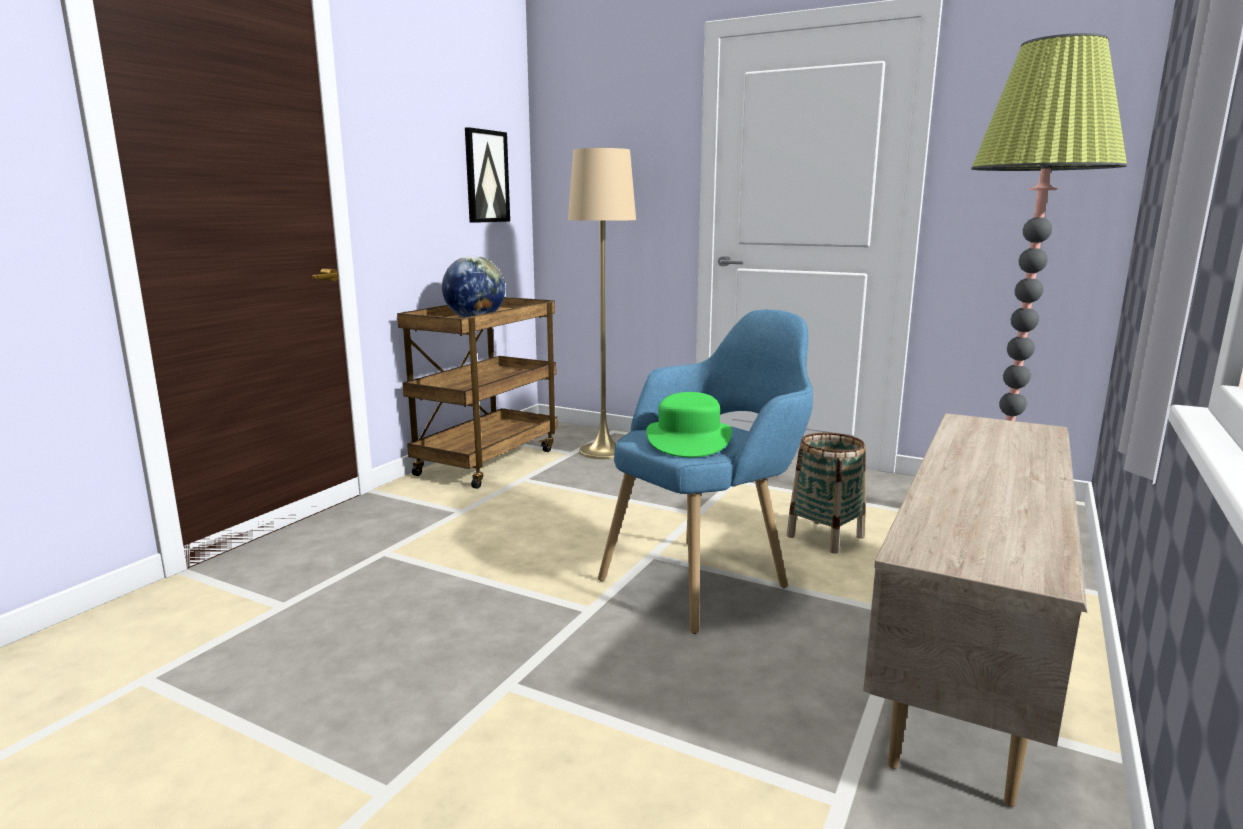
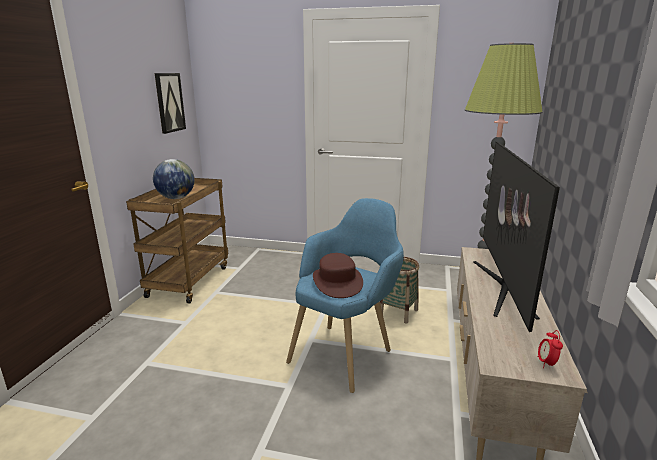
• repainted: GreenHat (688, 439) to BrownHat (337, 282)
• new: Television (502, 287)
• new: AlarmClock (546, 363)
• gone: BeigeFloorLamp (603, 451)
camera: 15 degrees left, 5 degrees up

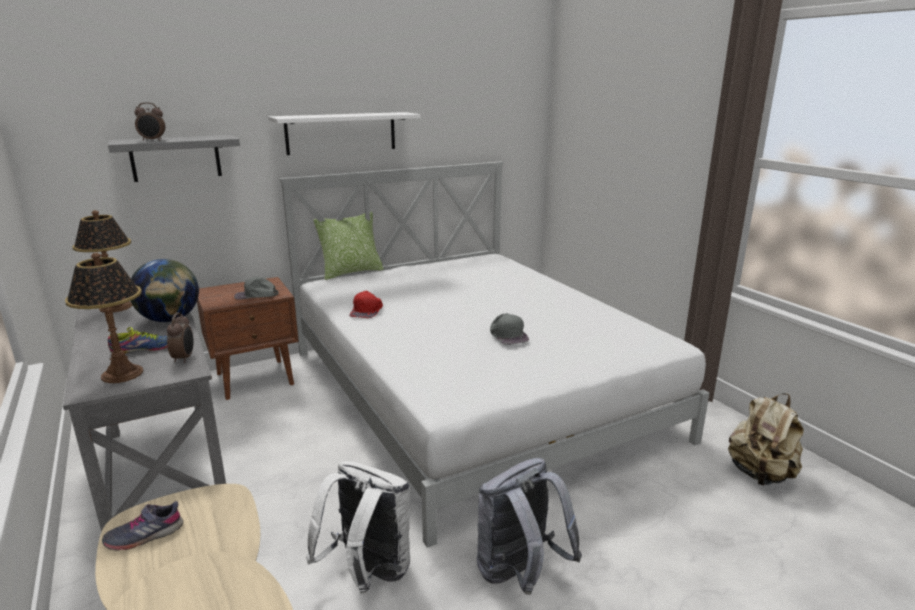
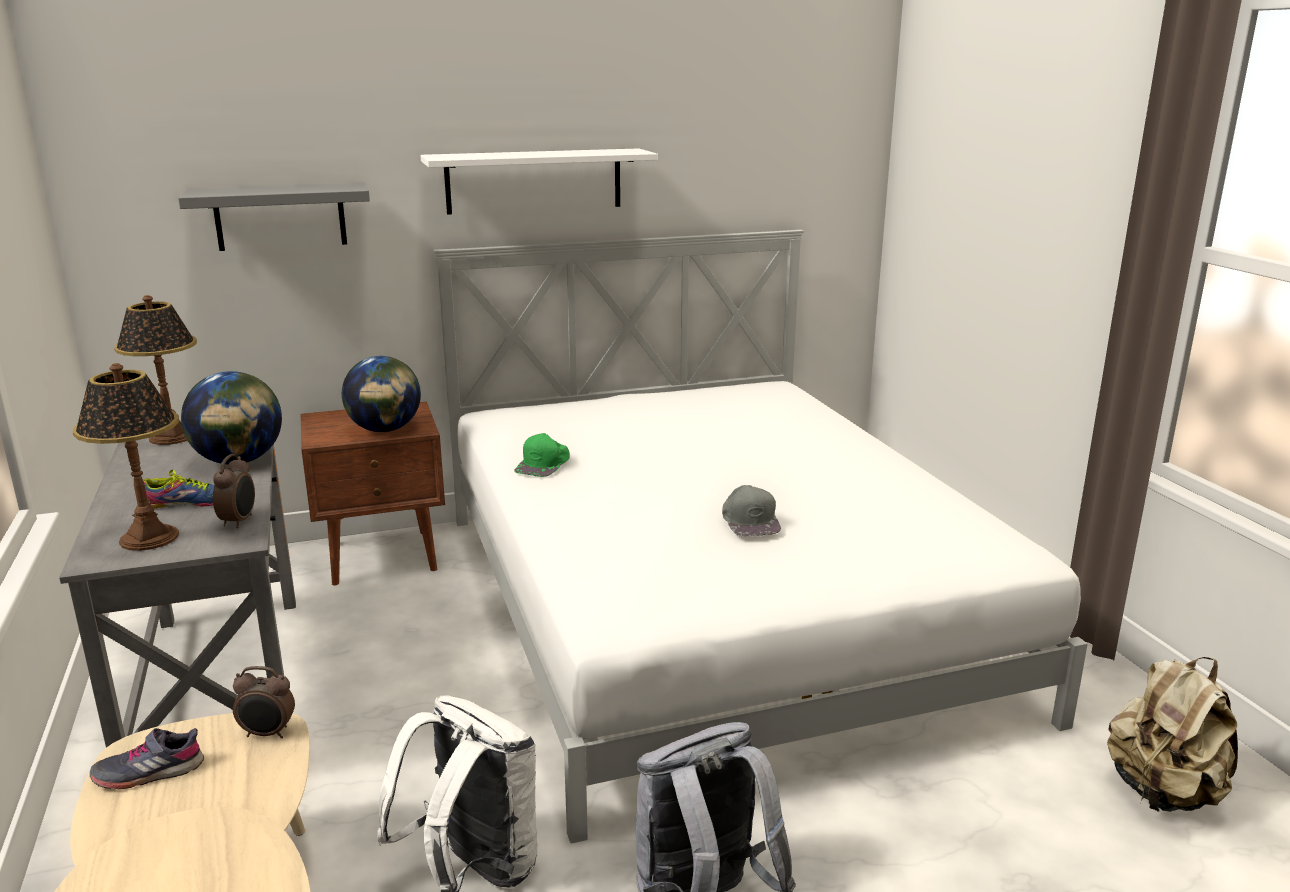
• shifted: AlarmClock (153, 140) to (268, 734)
• swapped: GreyCap (256, 295) to Globe (385, 430)
• repainted: RedCap (367, 310) to GreenCap (544, 464)
• gone: Pillow (351, 272)
camera: 10 degrees right, 0 degrees up

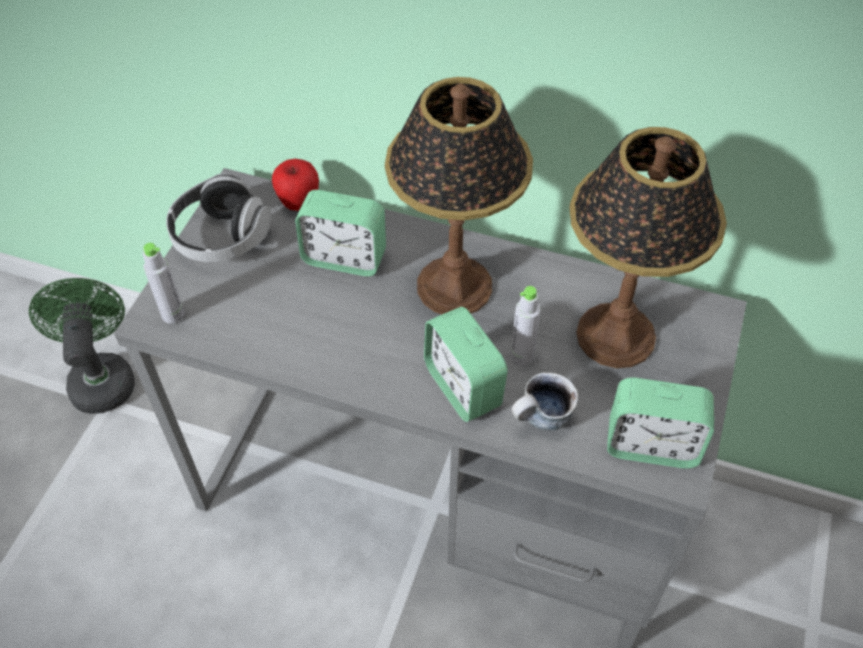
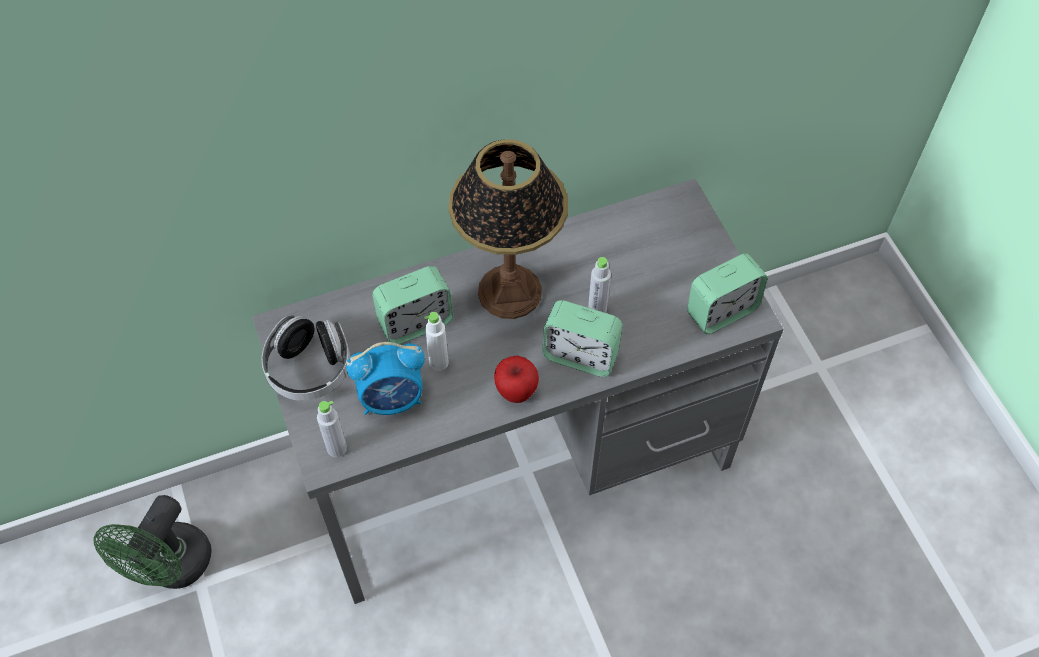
• rotated: GreenFan (101, 377) = (172, 568) 105 degrees counterclockwise
• new: AlarmClock (392, 399)
• new: WhiteBottle (439, 362)
• shifted: Apple (299, 203) to (516, 392)
• gone: Mug (541, 420)
• gone: TableLamp (615, 334)
camera: 40 degrees left, 5 degrees up

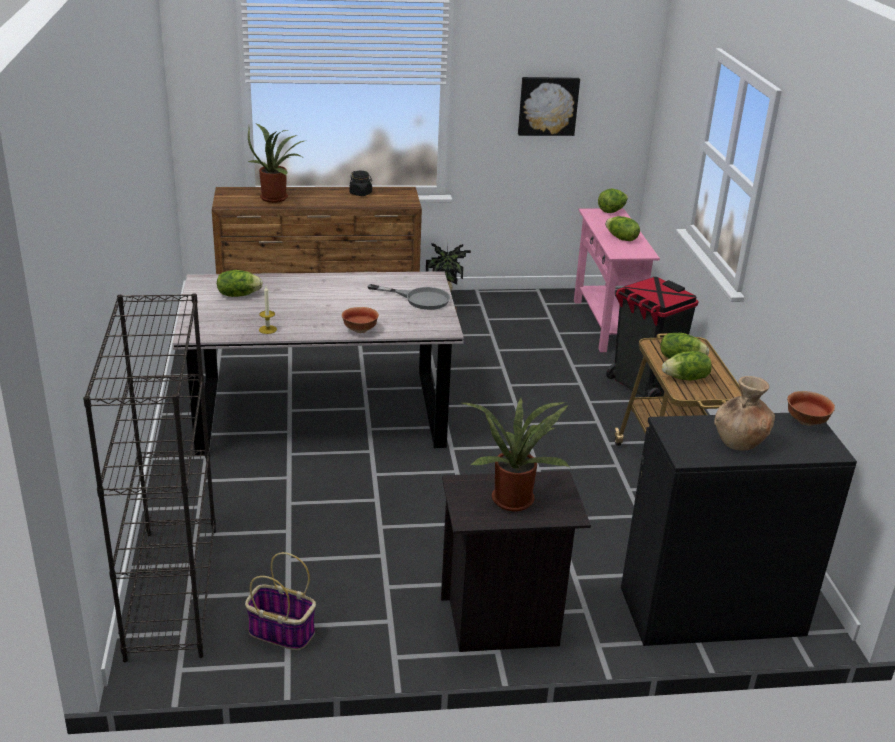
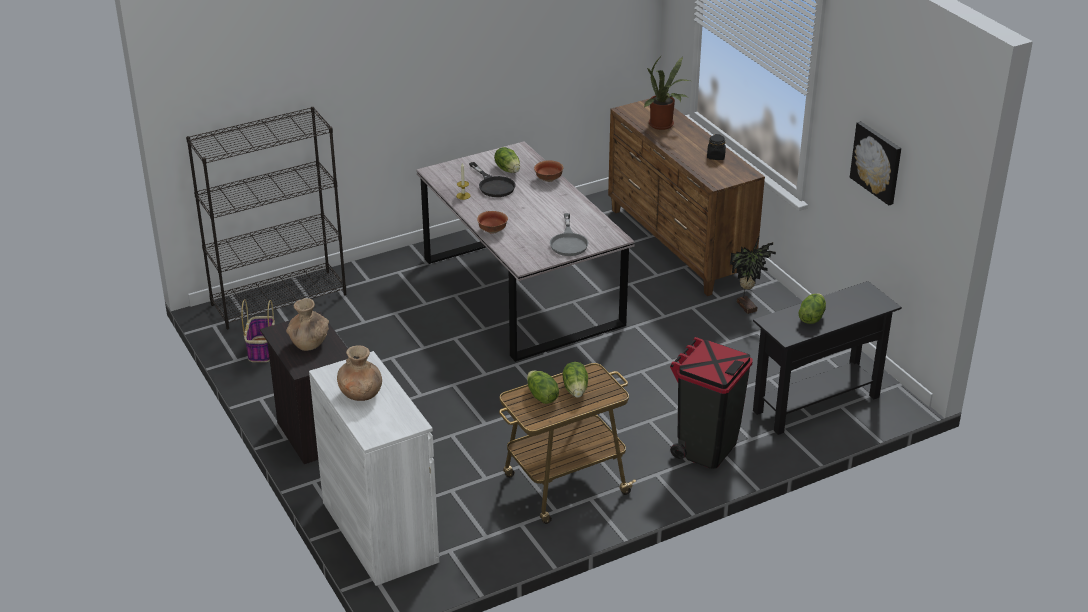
• swapped: PottedPlant (513, 497) to BrownVase (309, 343)
• repainted: BlackCabinet (711, 611) to WhiteCabinet (379, 532)
• new: BlackFryingPan (493, 185)
• shifted: Bowl (807, 421) to (548, 179)
• repainted: PinkConsoleTable (605, 325) to BlackConsoleTable (816, 404)
• gone: Lettuce (612, 211)
camera: 70 degrees right, 5 degrees up

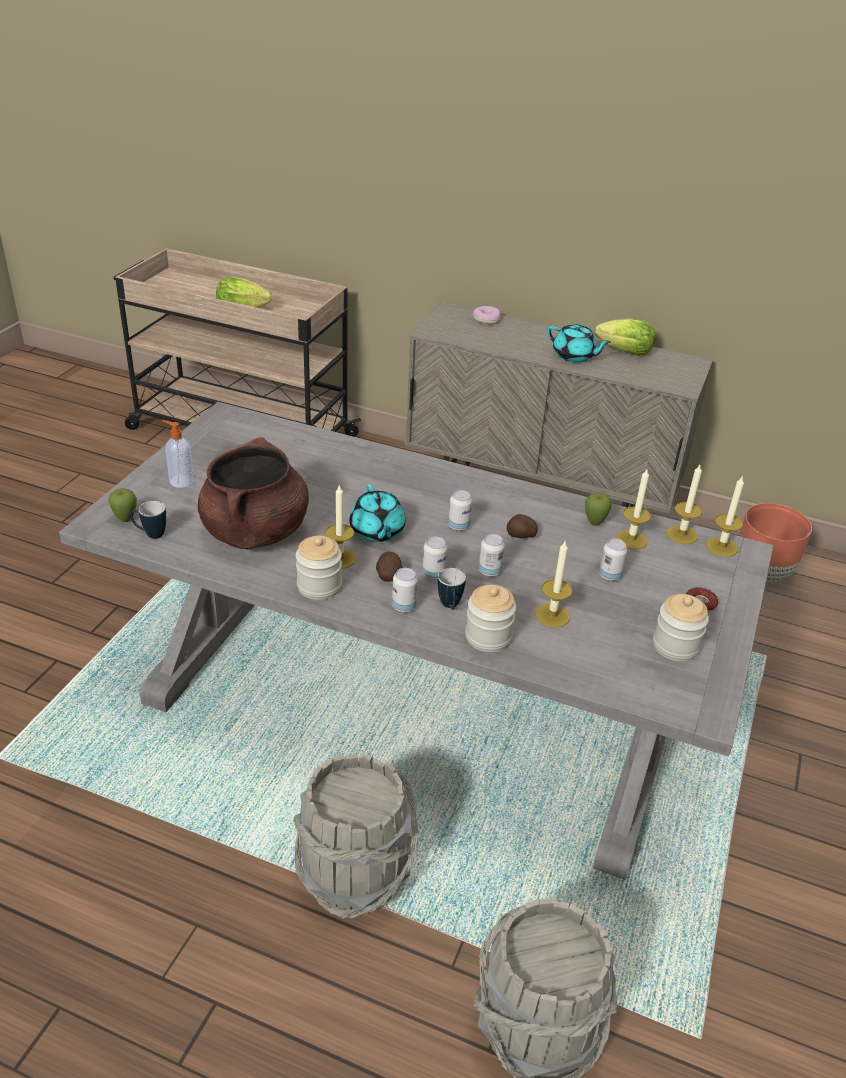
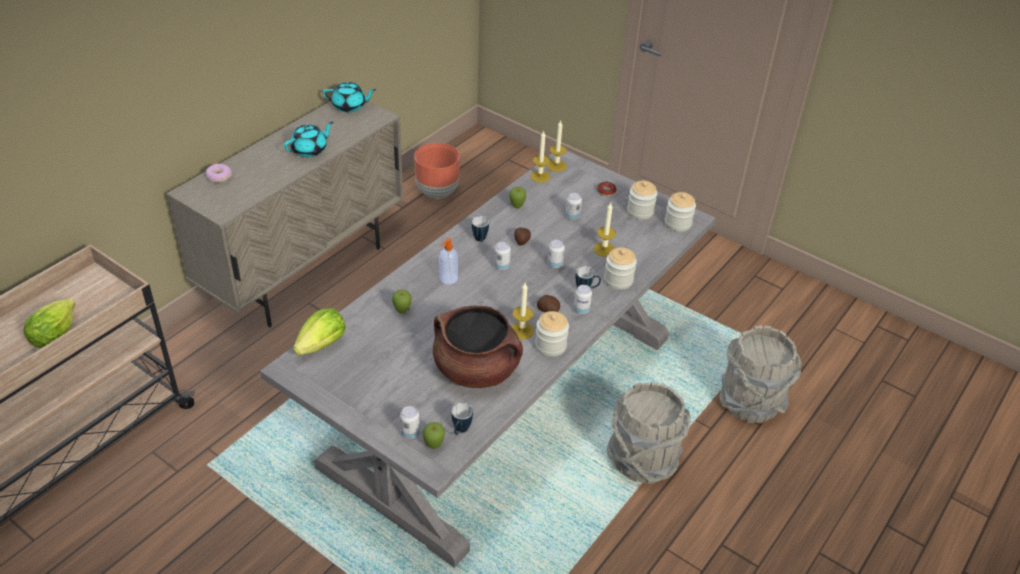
• shifted: Lettuce (625, 352) to (322, 345)
• shifted: TurquoiseTeapot (377, 531) to (349, 106)
• new: Apple (402, 311)
• shifted: Can (433, 574) to (410, 433)
• shifted: SoapDispenser (181, 481) to (448, 279)
• new: Mug (480, 240)
• new: Jar (677, 223)
• gone: Candle (631, 539)
camera: 75 degrees left, 5 degrees up

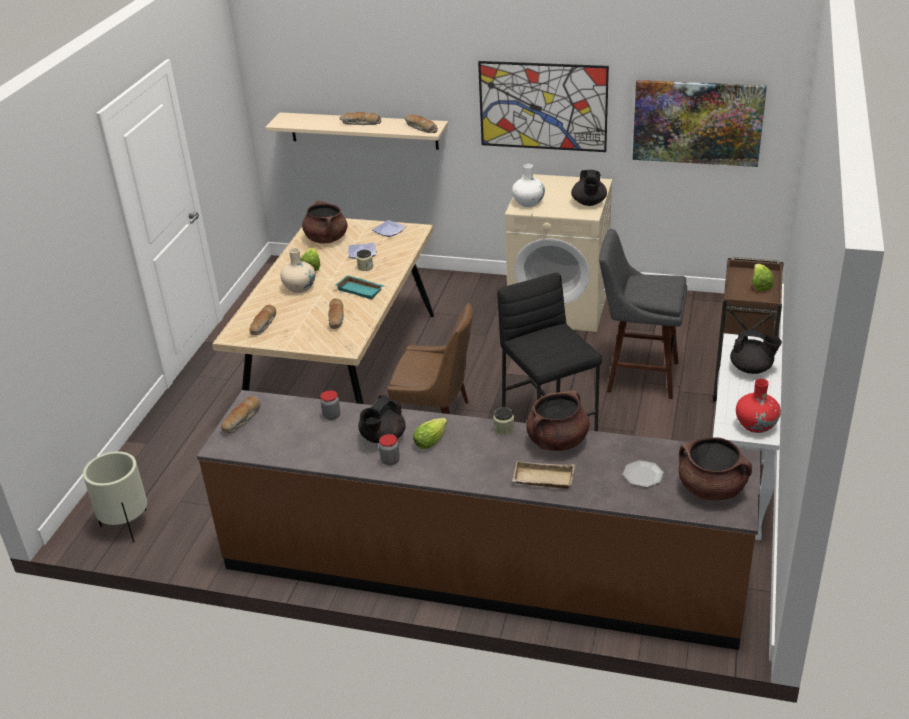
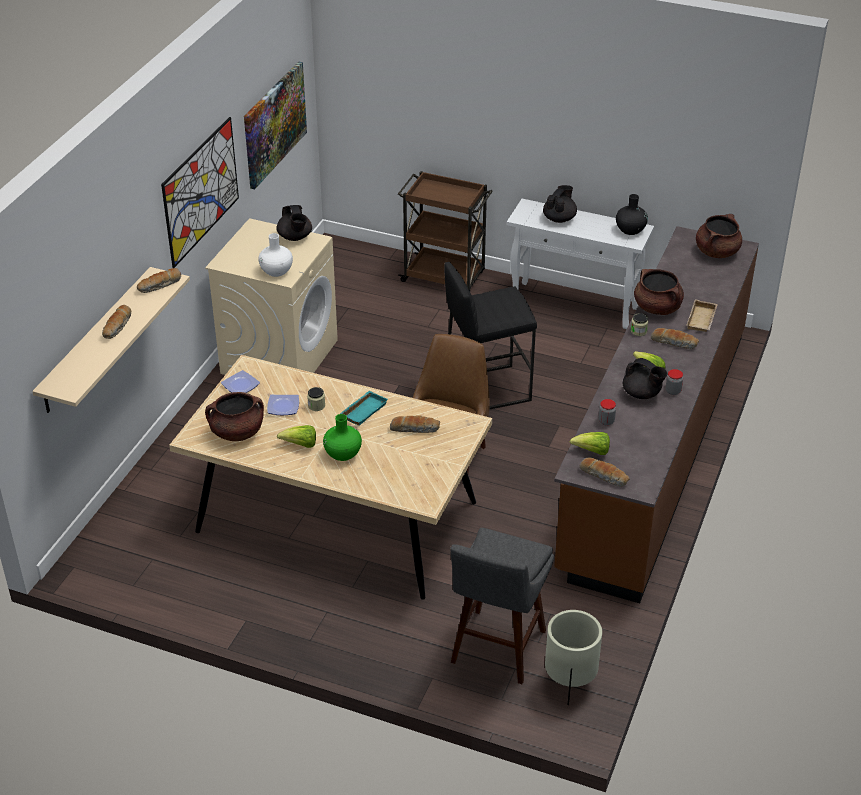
• rotated: BlackTeapot (589, 203) = (295, 237) 60 degrees clockwise
• repainted: BeigeVase (299, 288) to GreenVase (342, 454)
• shifted: GreyStool (638, 376) to (496, 650)
• shifted: Lettuce (760, 285) to (592, 451)
• repainted: RedVase (756, 425) to BlackVase (630, 230)
• shifted: Bread (264, 325) to (674, 342)
• gone: Plate (643, 475)
camera: 85 degrees left, 5 degrees up

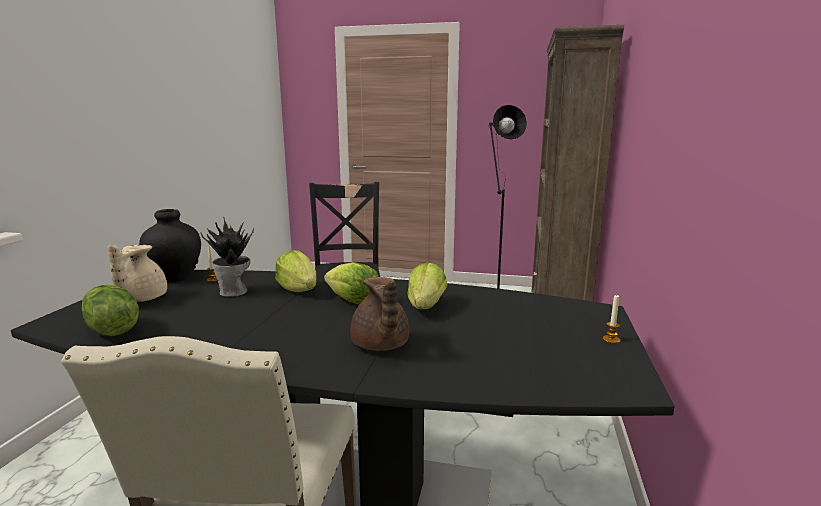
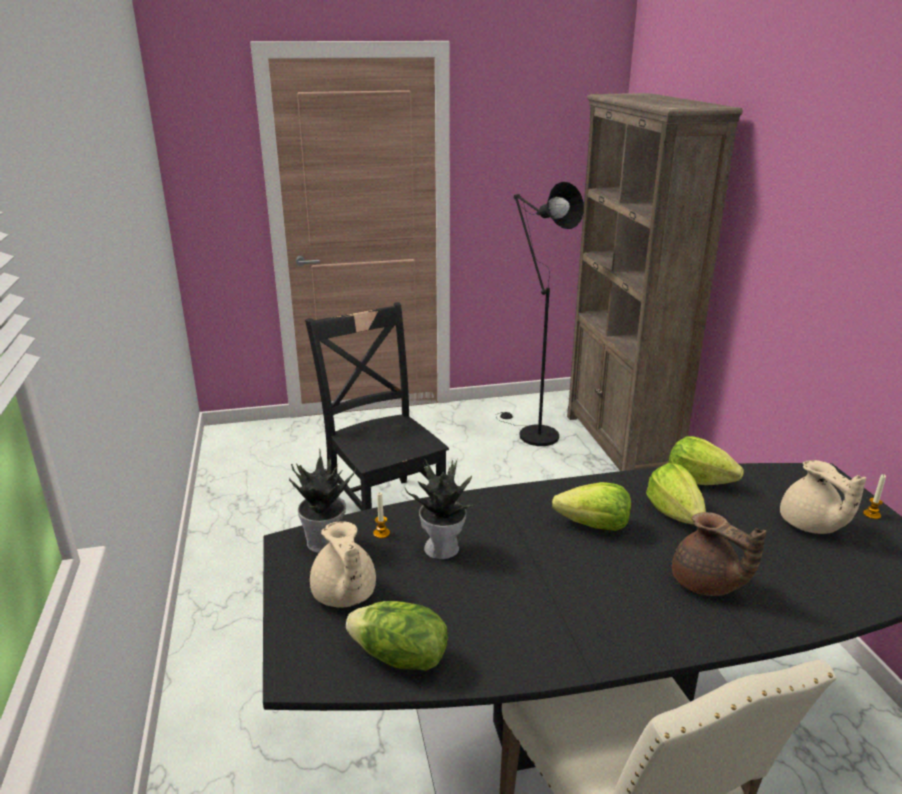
• swapped: BlackVase (175, 278) to PottedPlant (325, 543)
• shifted: Lettuce (299, 290) to (698, 480)
• new: BeigeTeapot (811, 525)
camera: 25 degrees left, 10 degrees up

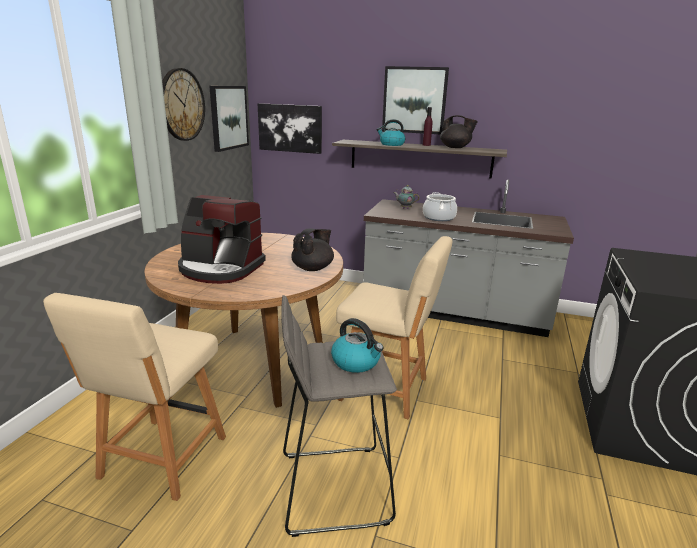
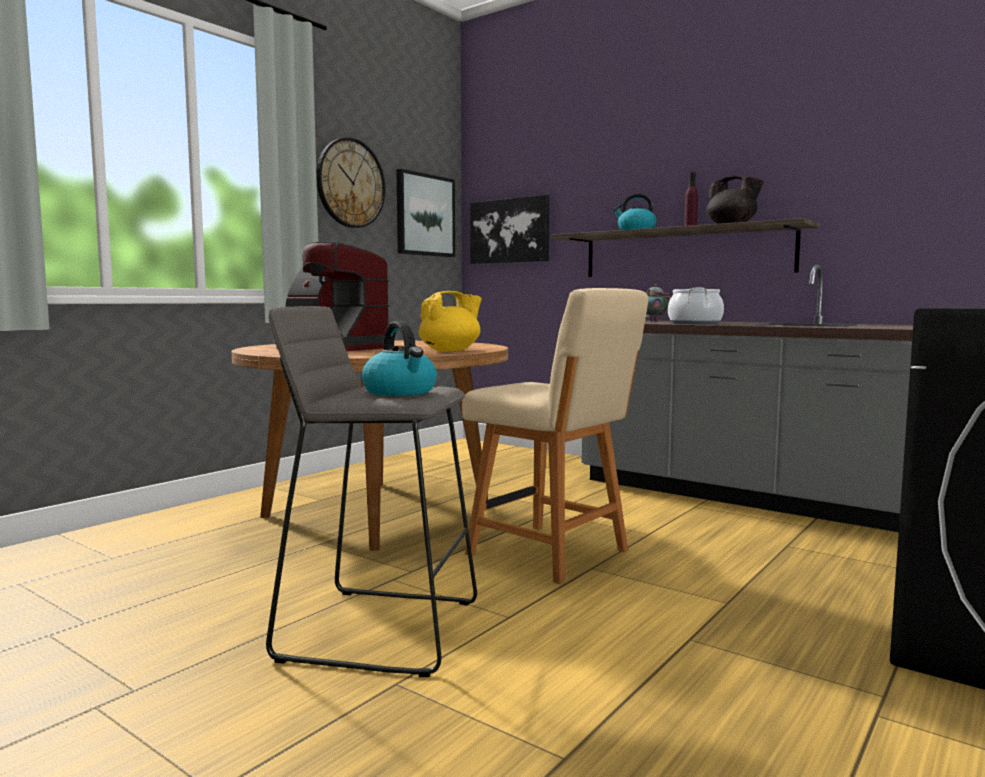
• repainted: BlackTeapot (313, 268) to YellowTeapot (451, 351)
• gone: BeigeChair (161, 460)
• gone: Picture (414, 100)
camera: 20 degrees right, 15 degrees down

